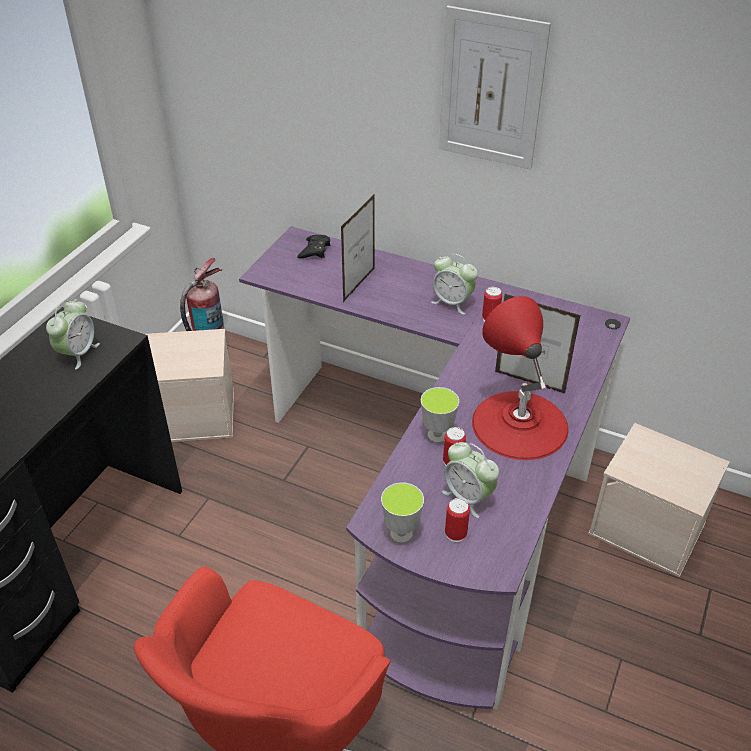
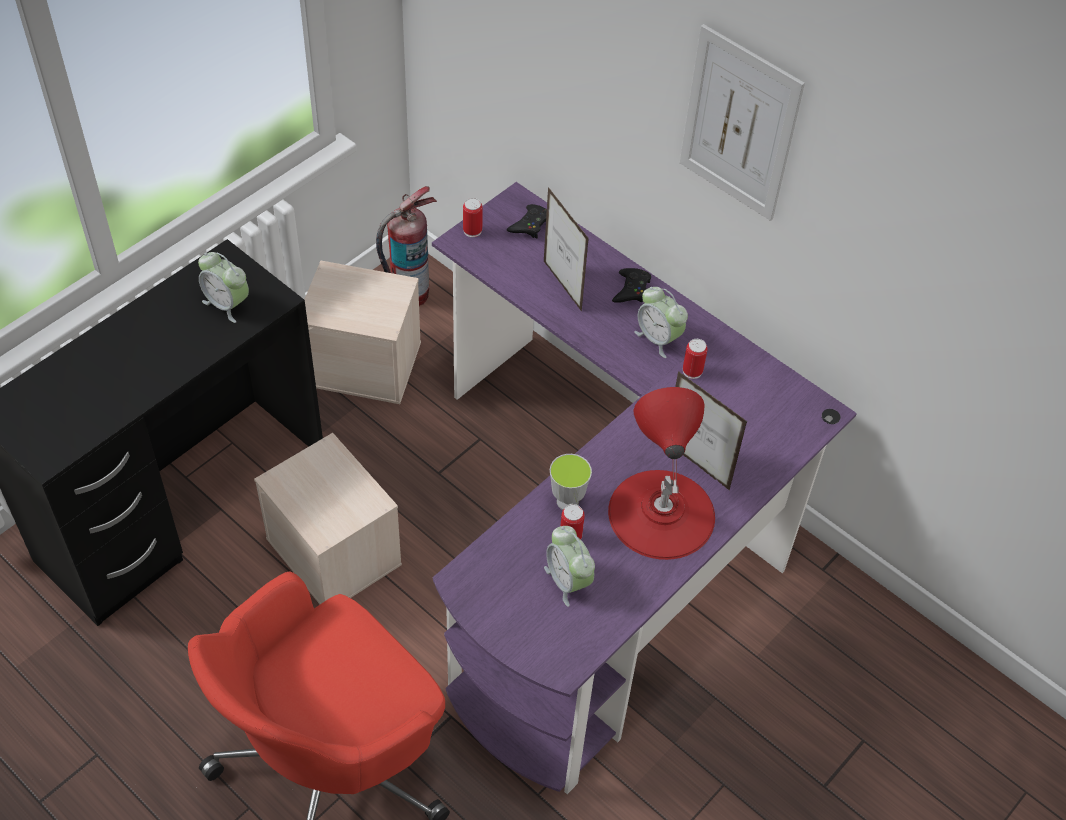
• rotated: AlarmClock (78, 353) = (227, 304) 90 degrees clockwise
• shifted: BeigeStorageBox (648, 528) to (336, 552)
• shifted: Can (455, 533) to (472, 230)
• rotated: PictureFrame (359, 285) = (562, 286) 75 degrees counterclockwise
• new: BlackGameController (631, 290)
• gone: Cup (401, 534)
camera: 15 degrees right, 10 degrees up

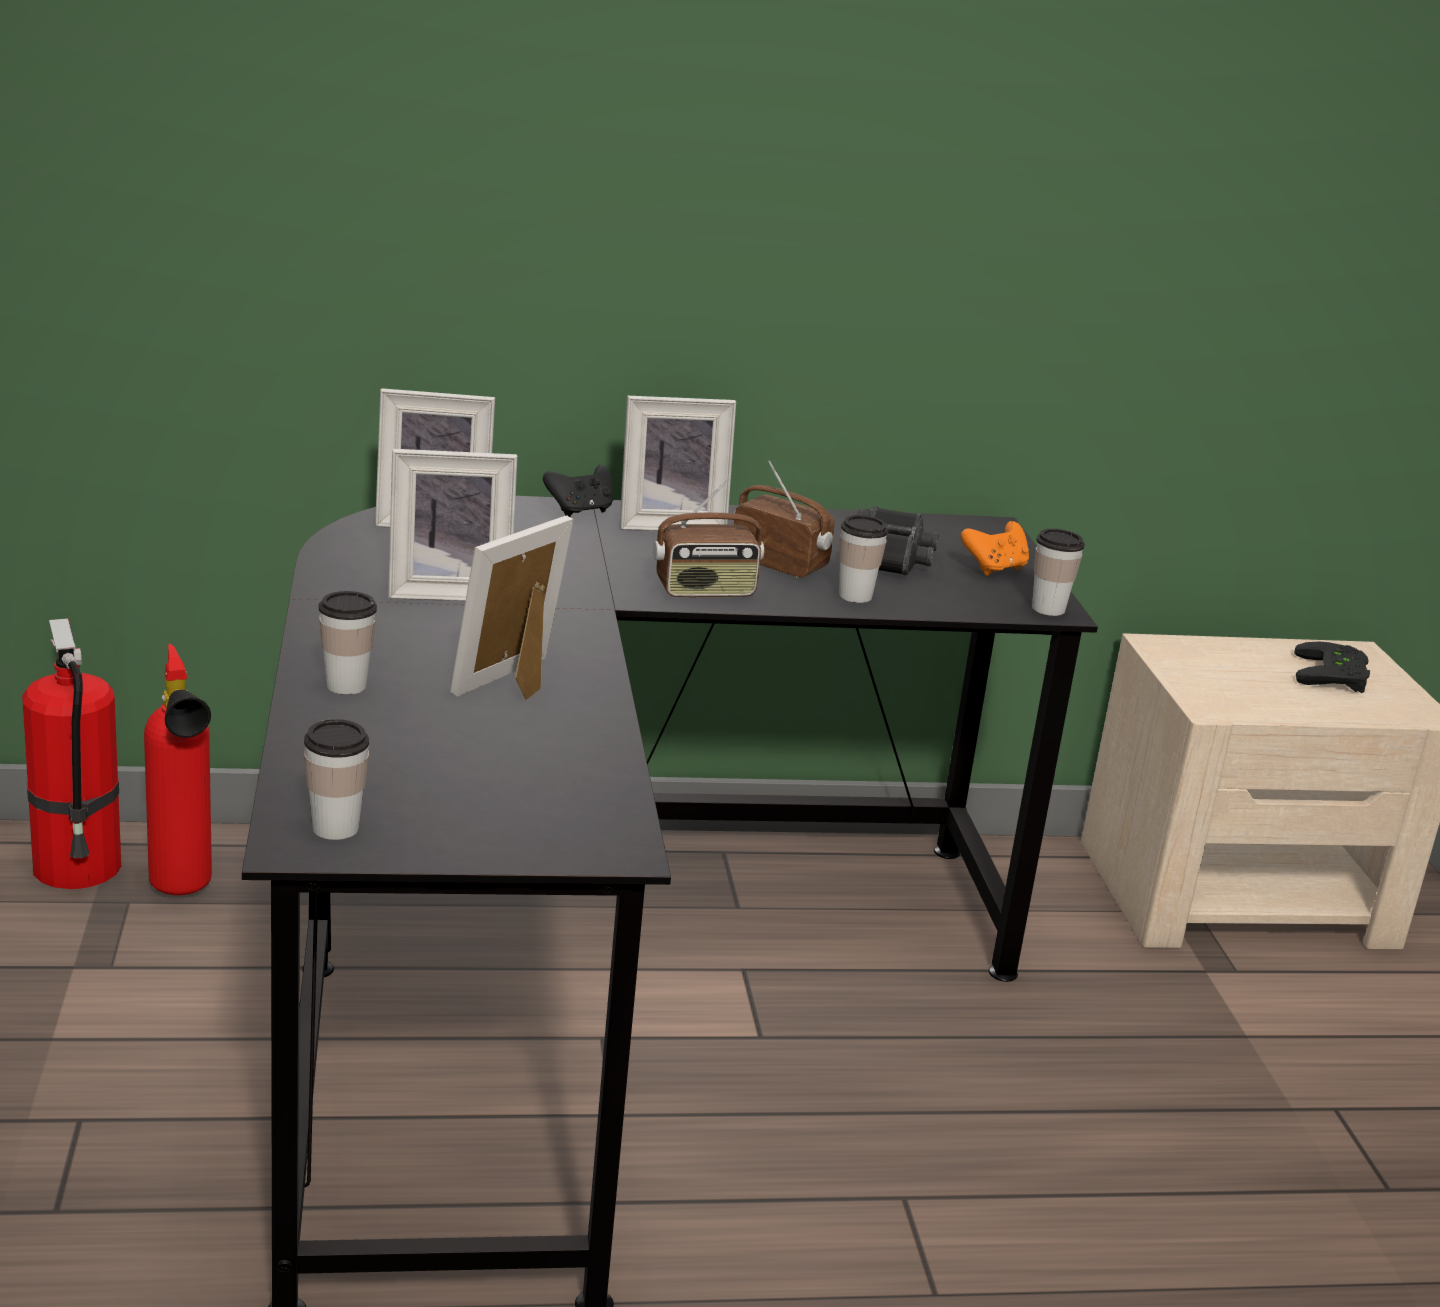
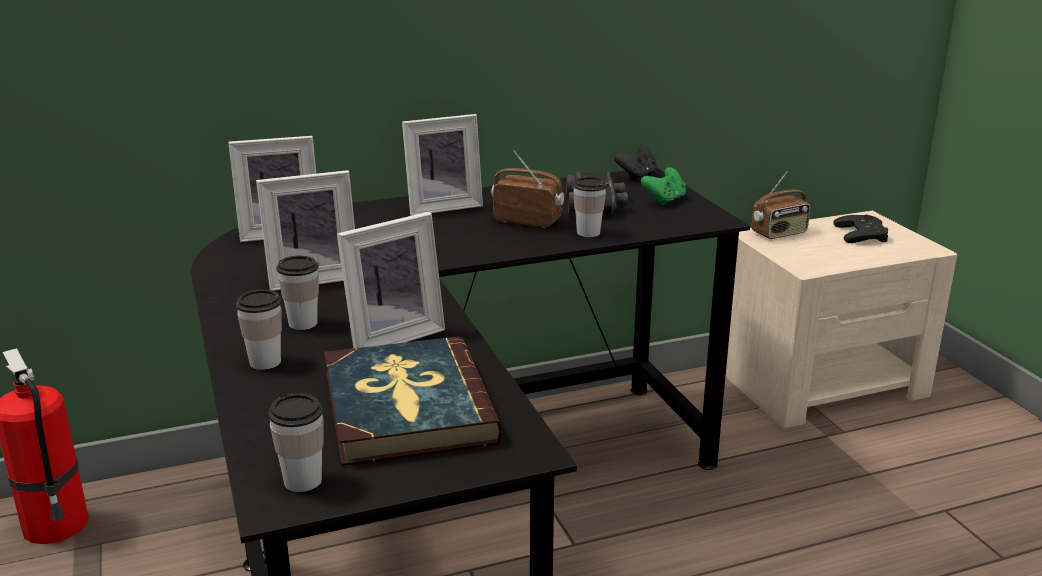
• shifted: Cup (1048, 608) to (303, 323)
• new: Book (406, 407)
• rotated: PictureFrame (517, 683) = (391, 336) 150 degrees counterclockwise
• shifted: BlackGameController (580, 511) to (637, 176)
• repainted: OrangeGameController (995, 569) to GreenGameController (664, 200)
• shifted: Radio (705, 591) to (779, 233)
• gone: FireExtinguisher (183, 894)
camera: 10 degrees left, 0 degrees up

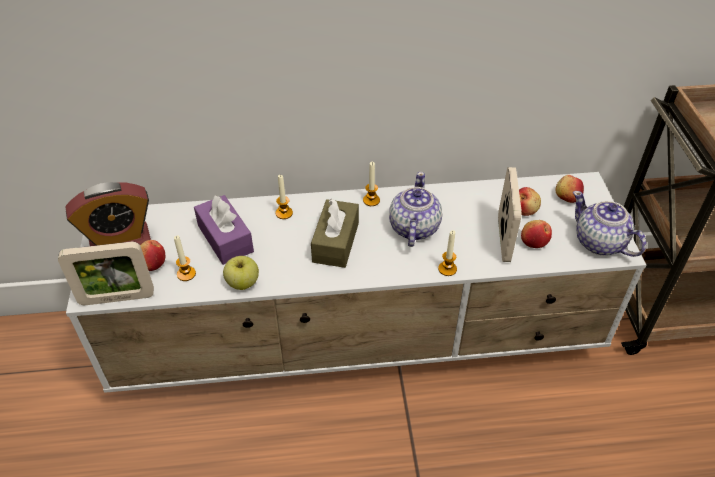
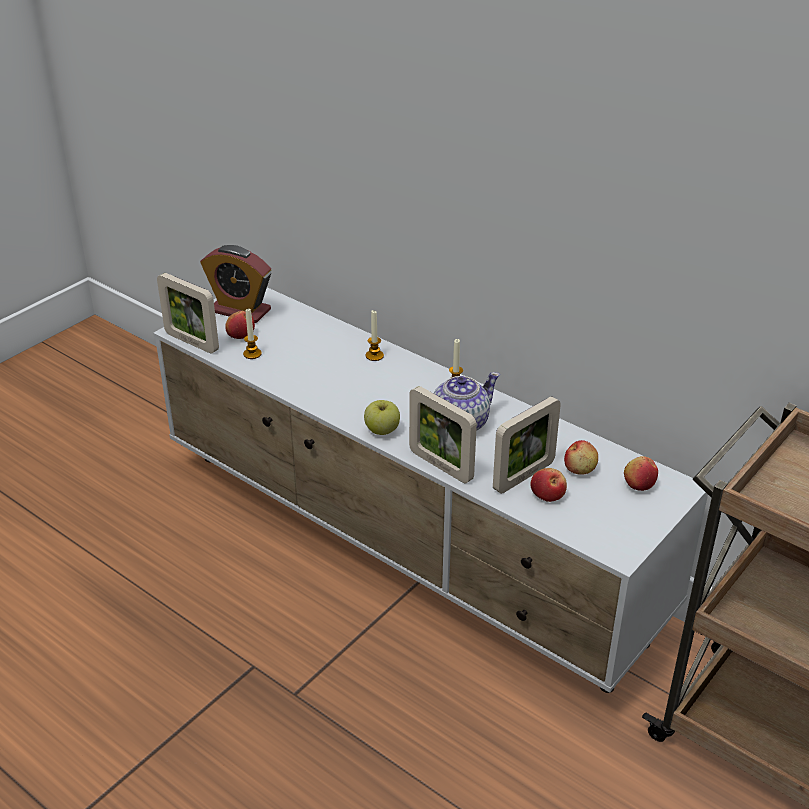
• shifted: Apple (242, 283) to (382, 430)
• swapped: Candle (447, 269) to PictureFrame (441, 466)
• gone: PurpleTissueBox (225, 238)
• gone: BrownTissueBox (336, 242)
• gone: Teapot (599, 243)
camera: 45 degrees right, 10 degrees down

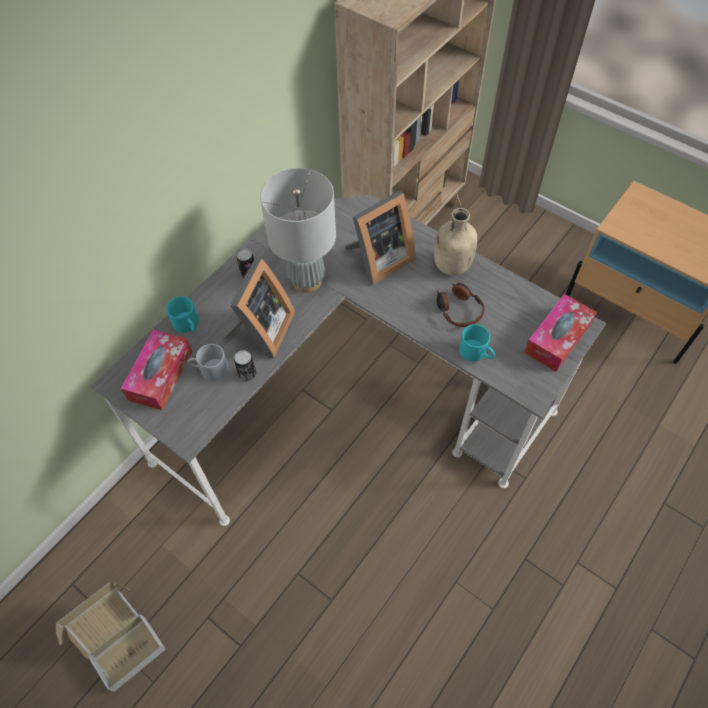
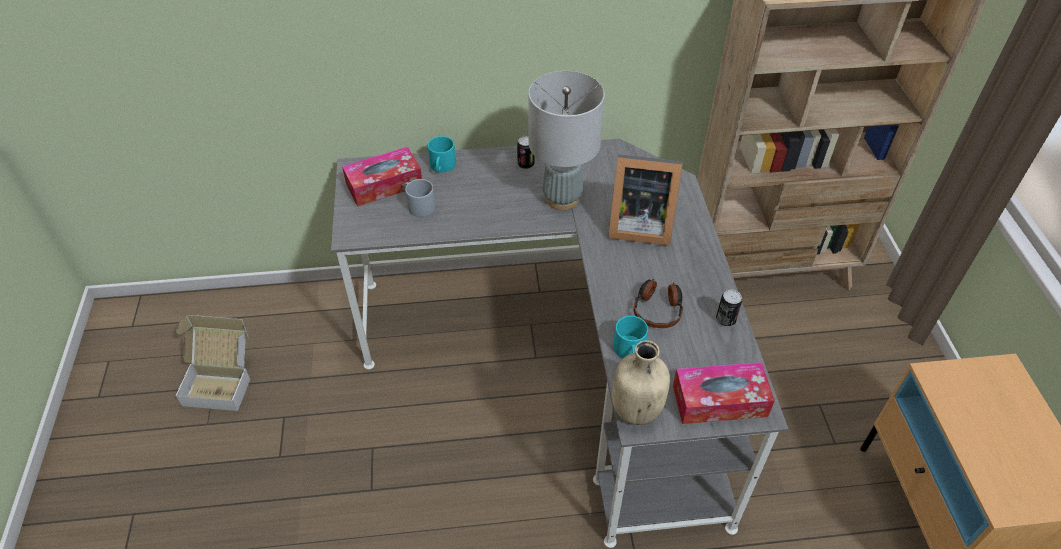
• shifted: BeigeBottle (451, 265) to (635, 408)
• shifted: Can (247, 374) to (725, 320)
• gone: PictureFrame (261, 332)
camera: 45 degrees right, 10 degrees down

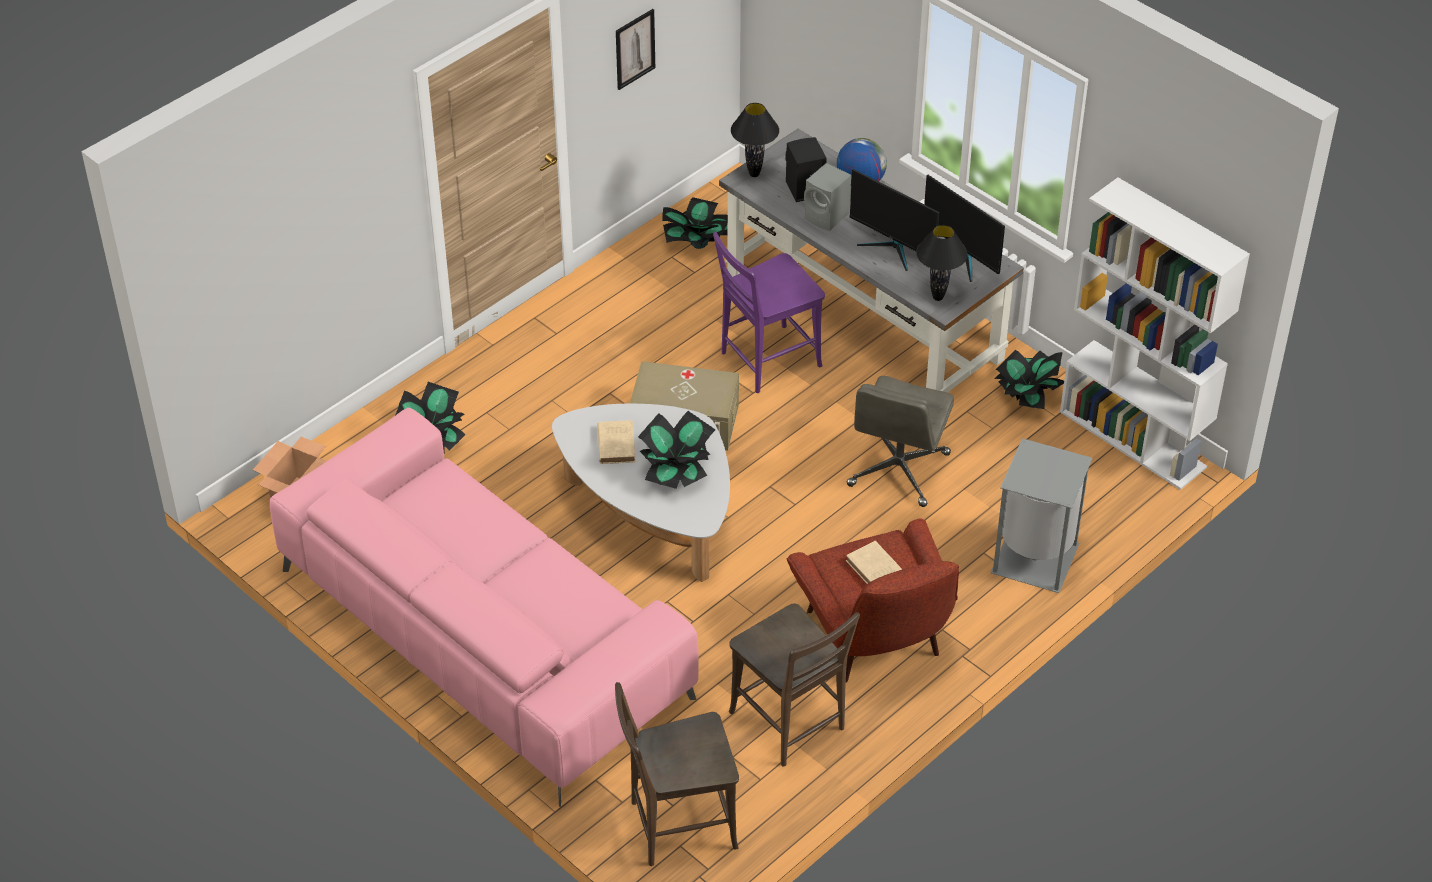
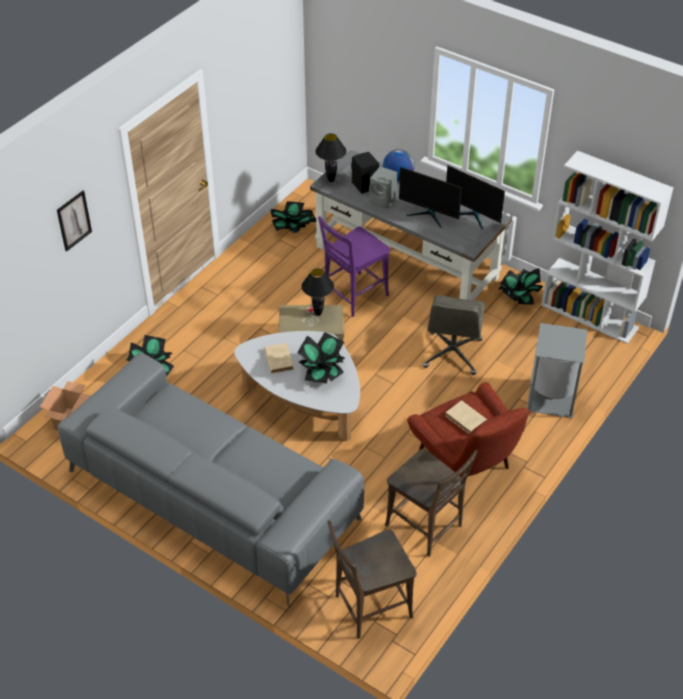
• shifted: Picture (635, 49) to (74, 220)
• repainted: PinkSofa (484, 634) to GreySofa (212, 495)
• shifted: BlackTableLamp (938, 297) to (318, 313)
camera: 10 degrees left, 0 degrees up

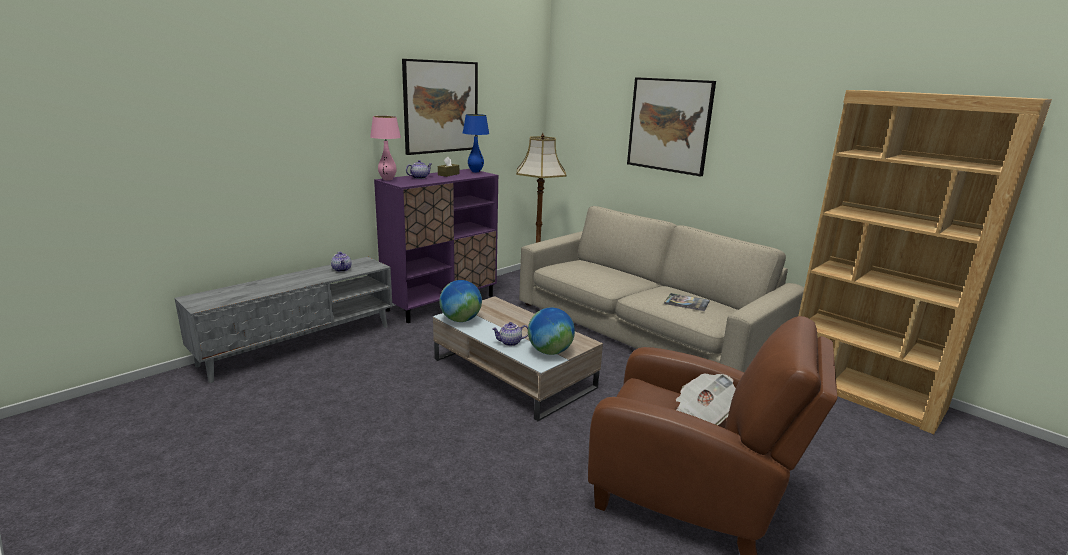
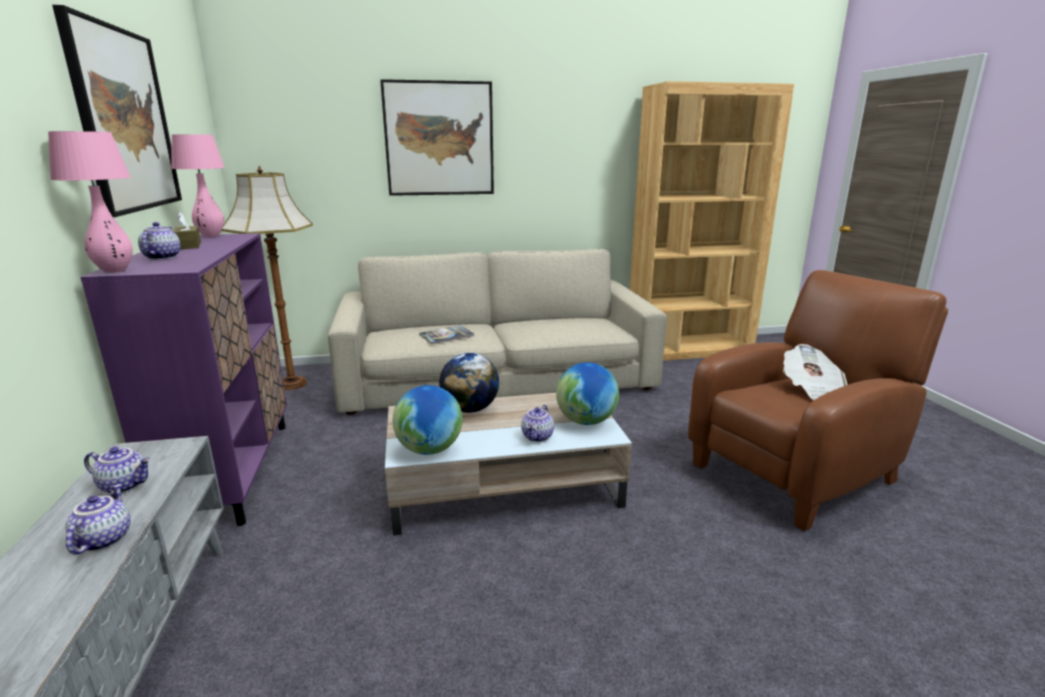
• new: Teapot (102, 539)
• repainted: BlueTableLamp (475, 171) to PinkTableLamp (211, 236)
• shifted: Book (686, 303) to (446, 335)
• new: Globe (470, 409)
camera: 55 degrees left, 0 degrees up

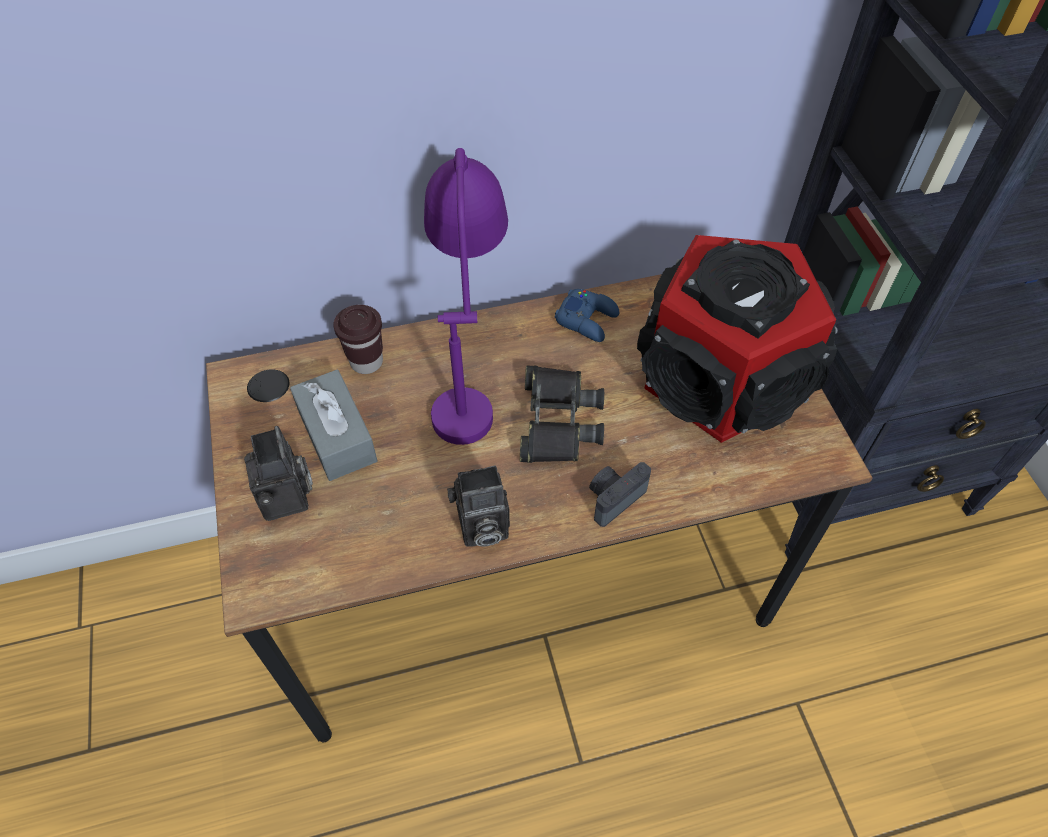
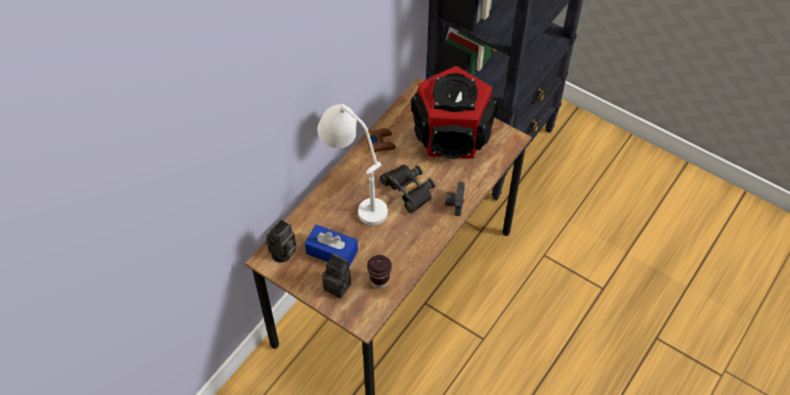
• shifted: PhotoCamera (480, 528) to (283, 251)
• repainted: GreyTissueBox (337, 436) to BlueTissueBox (332, 252)
• repainted: PurpleTableLamp (469, 365) to WhiteTableLamp (354, 191)
• repainted: BlueGameController (587, 319) to BrownGameController (381, 143)
• shifted: BrownCup (366, 362) to (379, 281)
camera: 40 degrees left, 0 degrees up

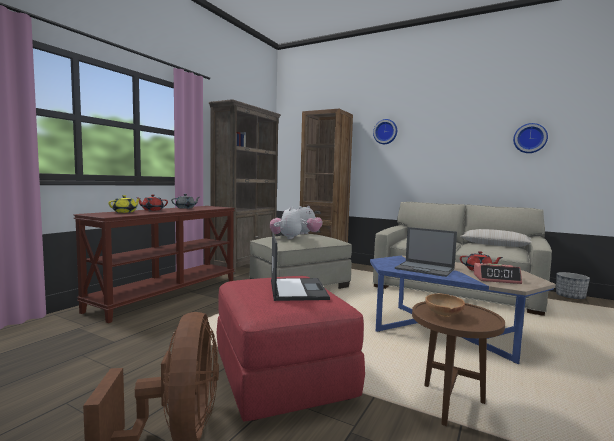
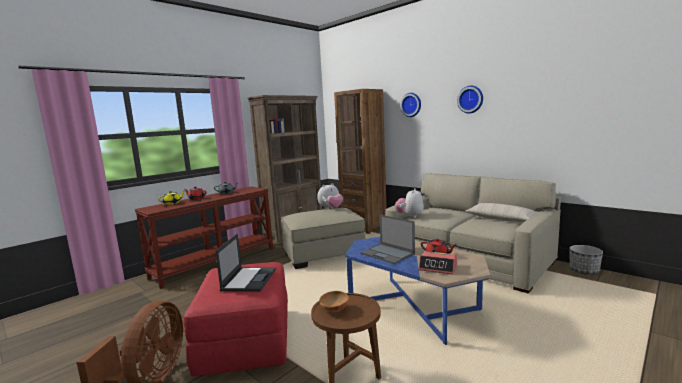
• shifted: PlushToy (286, 238) to (410, 216)
• shifted: WallClock (530, 138) to (470, 99)
camera: 15 degrees right, 5 degrees up

